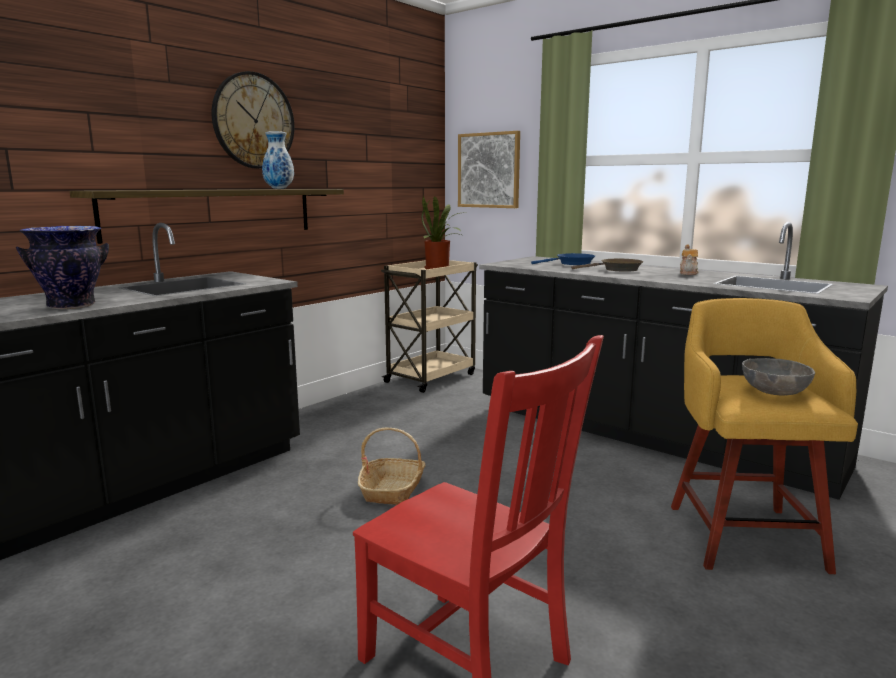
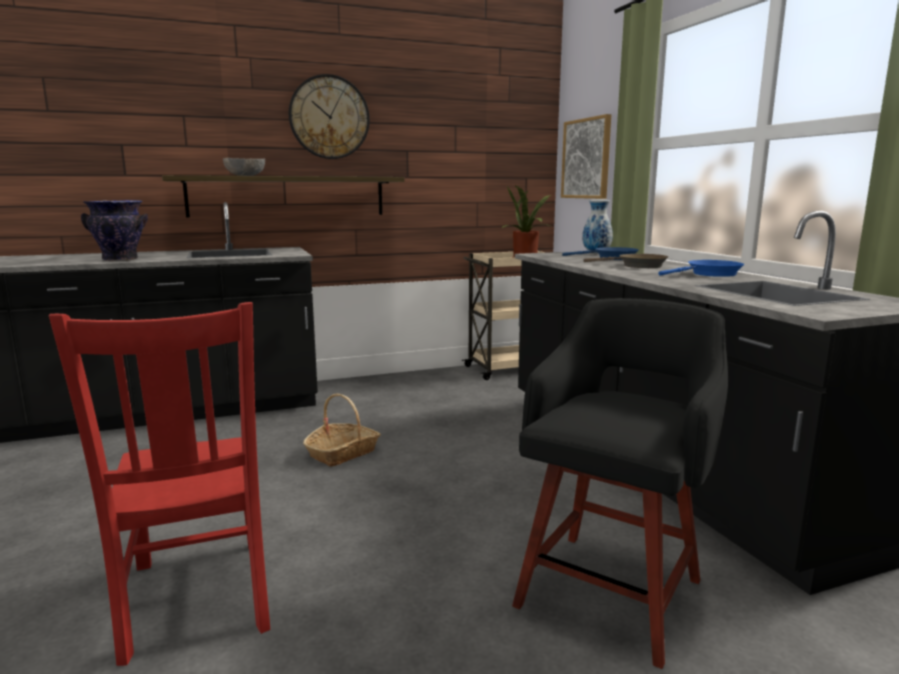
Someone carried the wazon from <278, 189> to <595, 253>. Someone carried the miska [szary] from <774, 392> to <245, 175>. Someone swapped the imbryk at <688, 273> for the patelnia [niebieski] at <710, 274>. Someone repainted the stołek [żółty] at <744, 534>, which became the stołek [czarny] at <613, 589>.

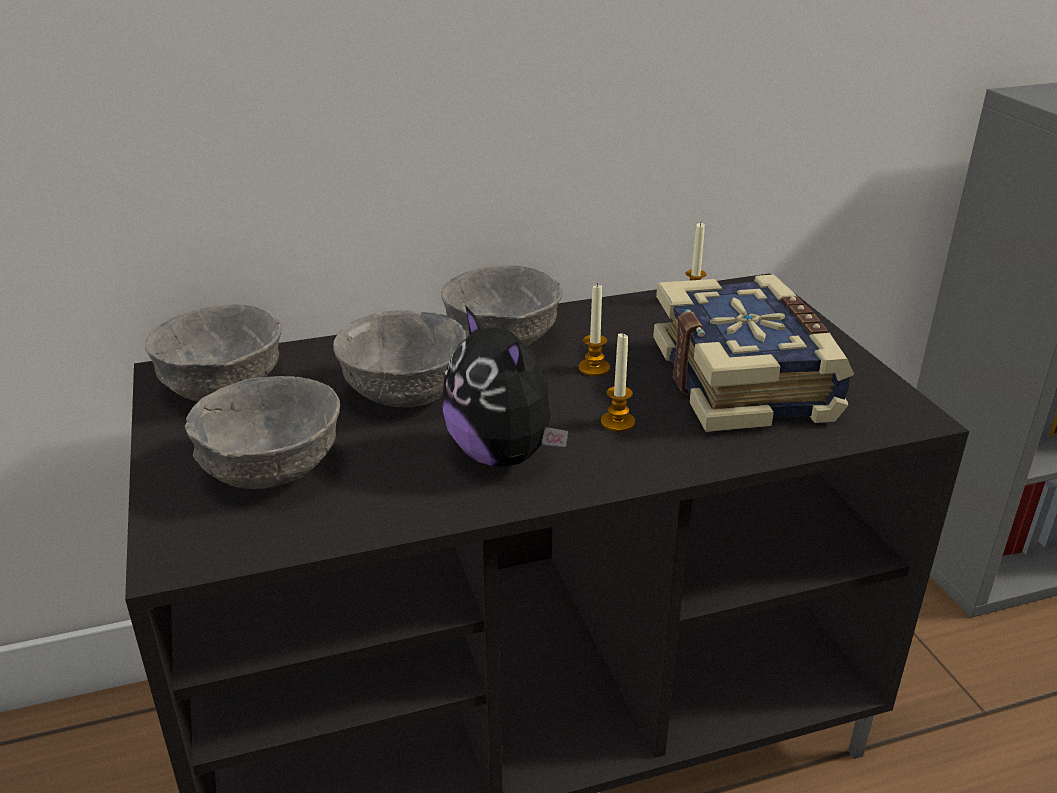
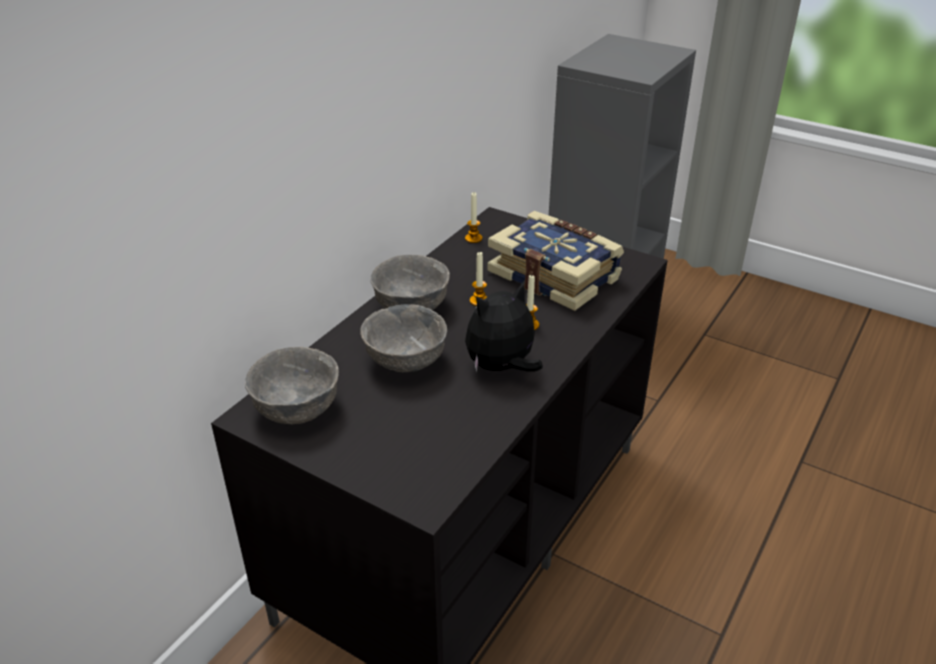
Someone took away the miska [szary] at <271, 471>. Someone rotated the pluszak at <504, 455> by 135 degrees clockwise.

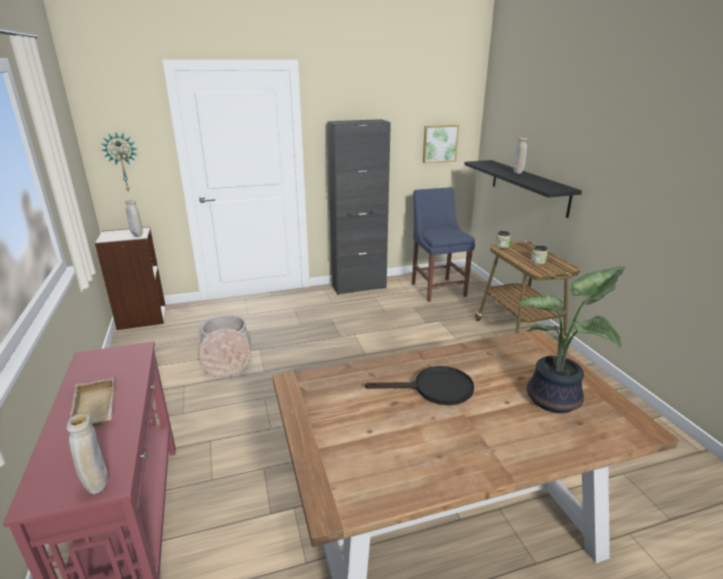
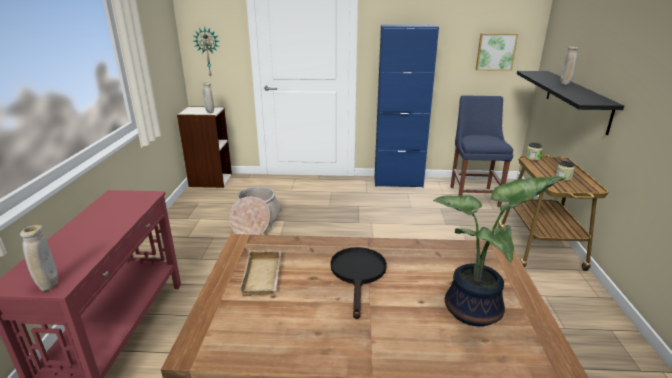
Someone carried the taca [beżowy] from <96, 409> to <264, 277>. Someone repainted the szafka [czarny] at <359, 287>, which became the szafka [niebieski] at <398, 182>. Someone rotated the patelnia [czarny] at <434, 389> by 105 degrees counterclockwise.

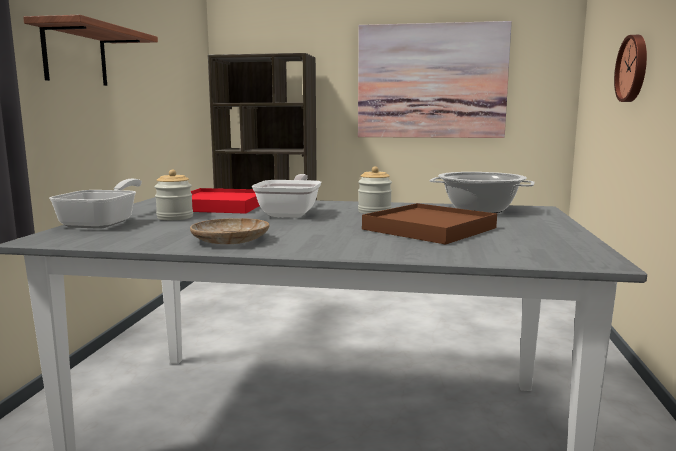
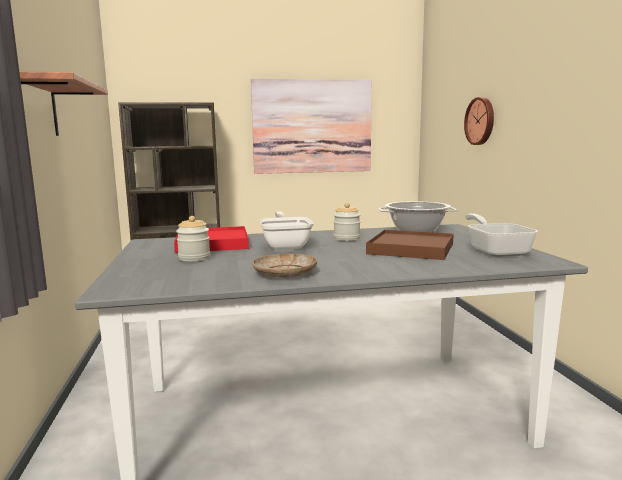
Someone carried the patelnia from <104, 222> to <496, 251>.

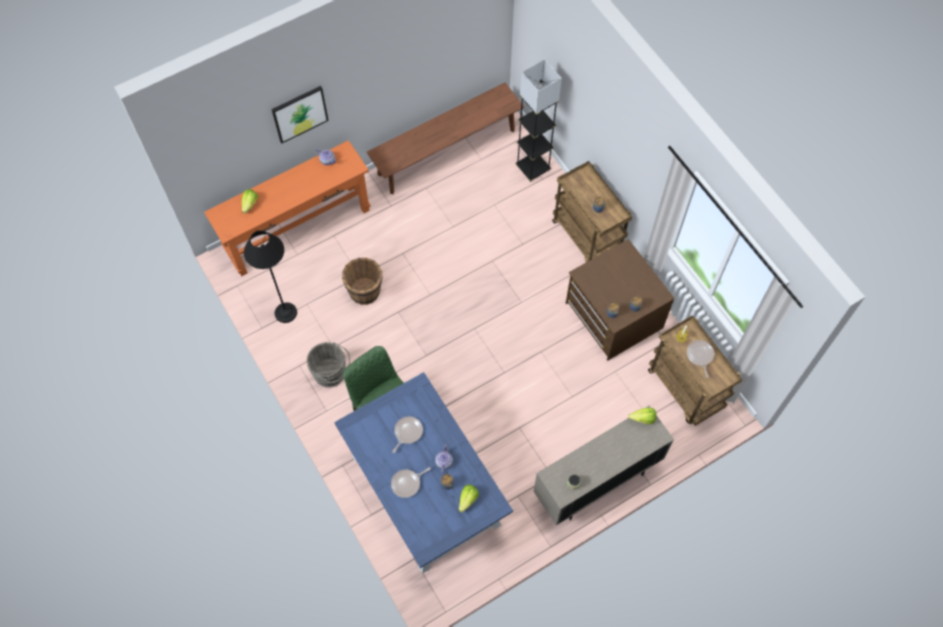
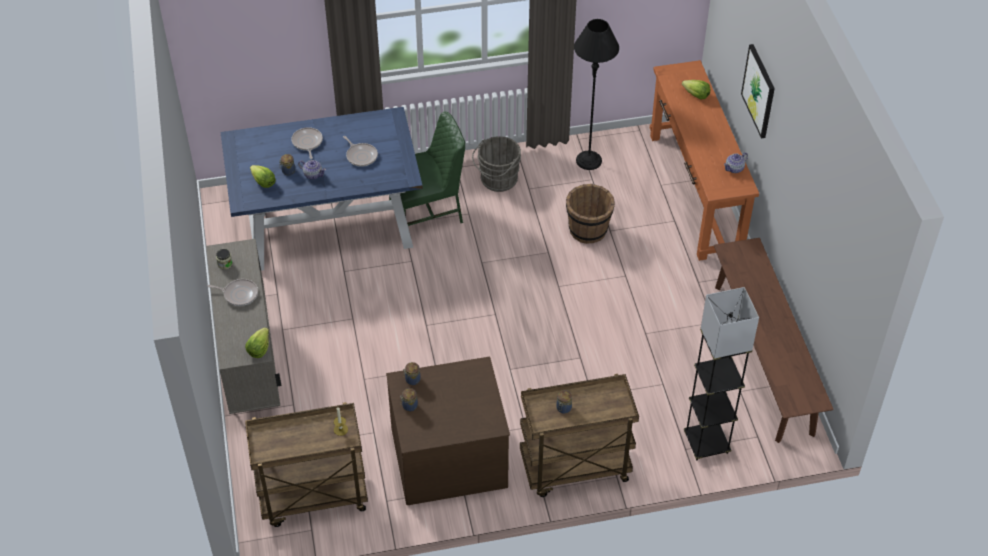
Someone carried the patelnia from <700, 356> to <239, 294>.

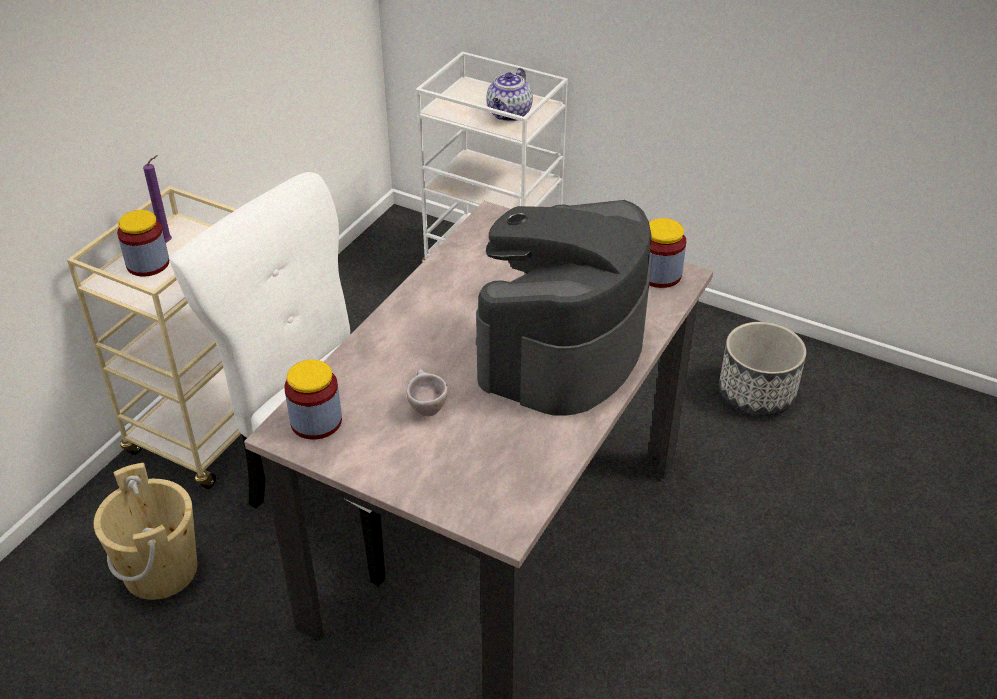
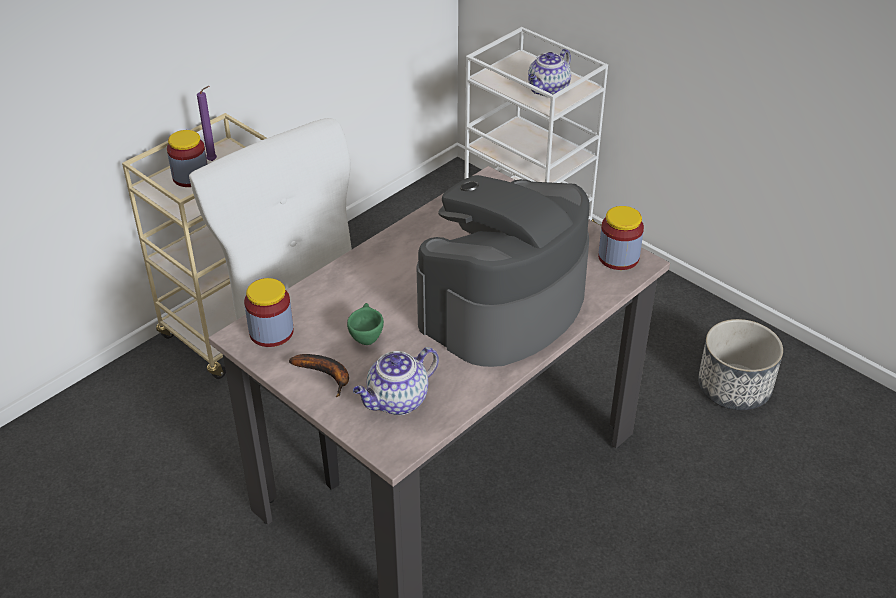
Someone took away the wiadro [beżowy] at <160, 570>. Someone put down the banan at <326, 375>. Someone put down the imbryk at <397, 401>. Someone repainted the filiżanka [beżowy] at <425, 407>, which became the filiżanka [zielony] at <366, 337>.

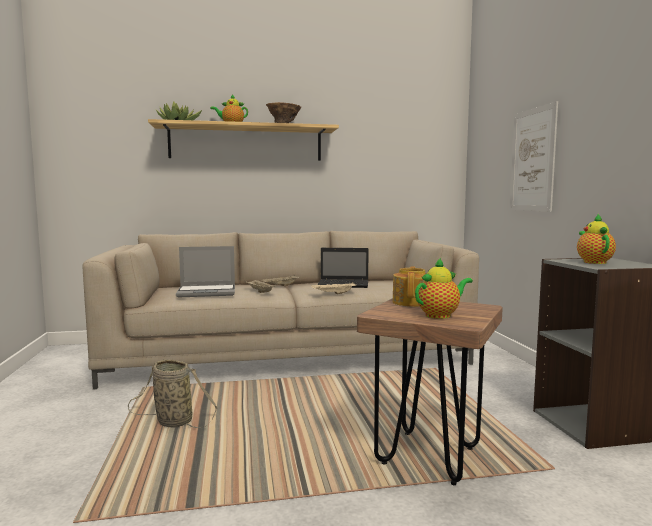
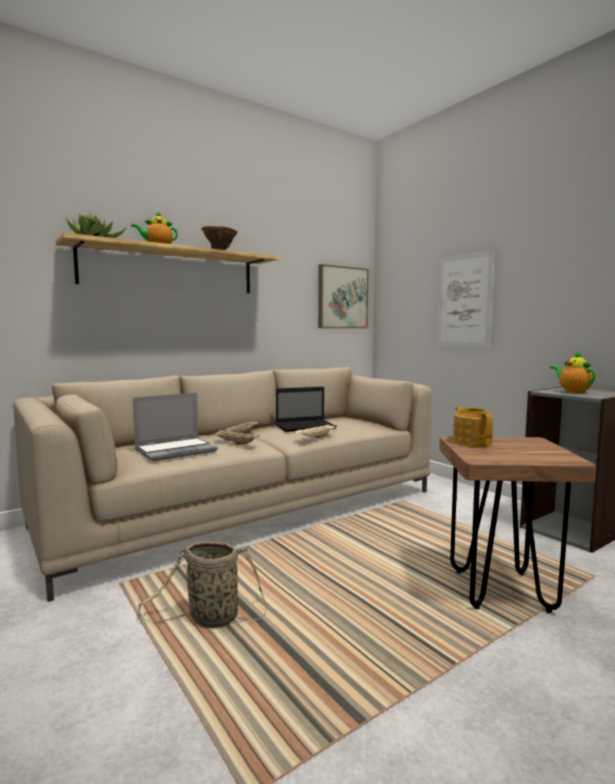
Someone took away the imbryk at <440, 315>. Someone put up the obraz at <342, 297>.

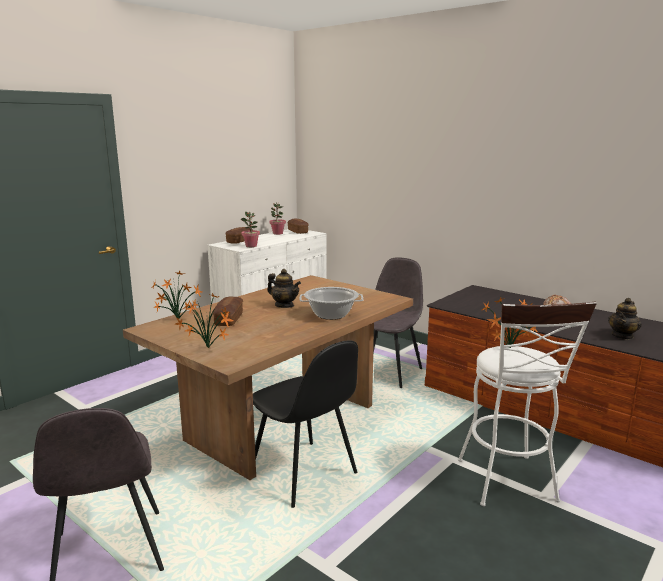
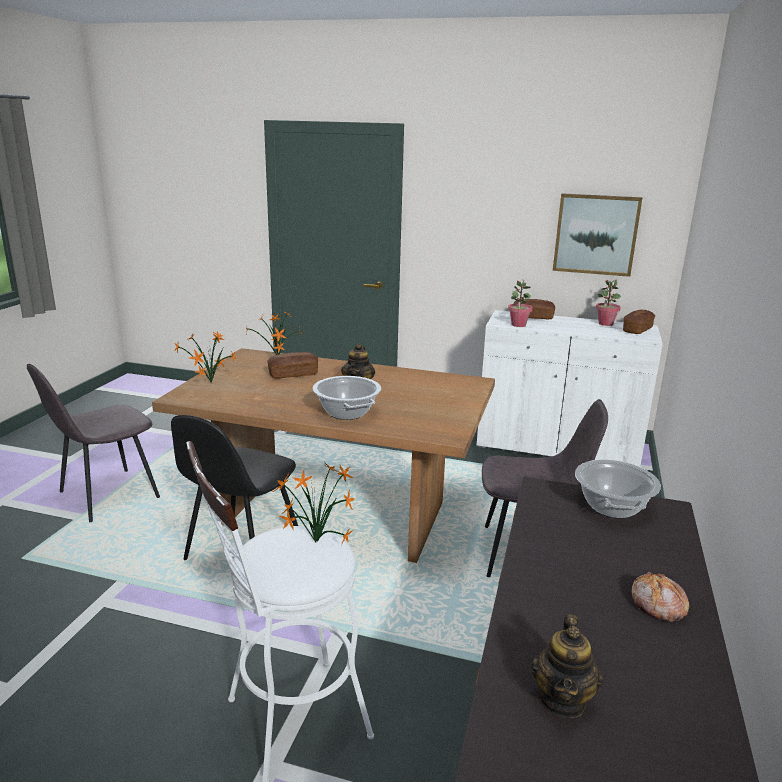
Someone put up the obraz at <596, 234>. Someone put down the garnek at <612, 507>. Someone rotated the imbryk at <622, 336> by 90 degrees counterclockwise.

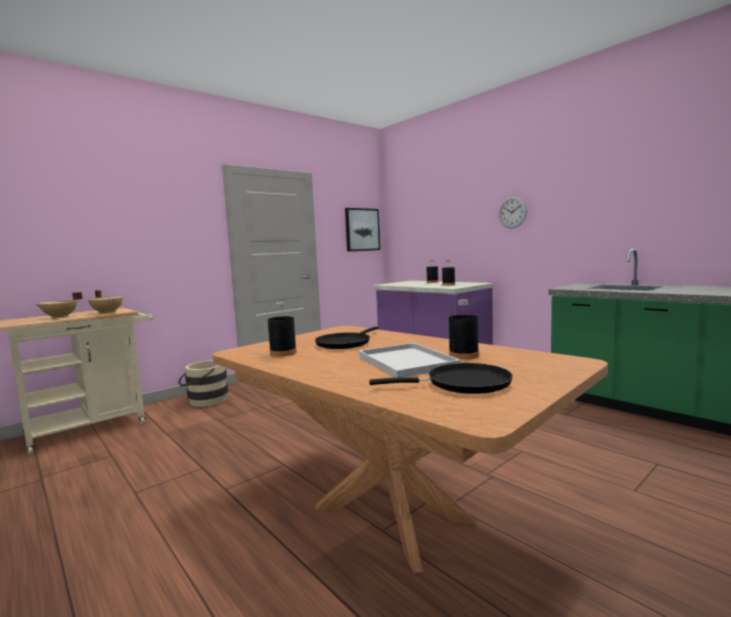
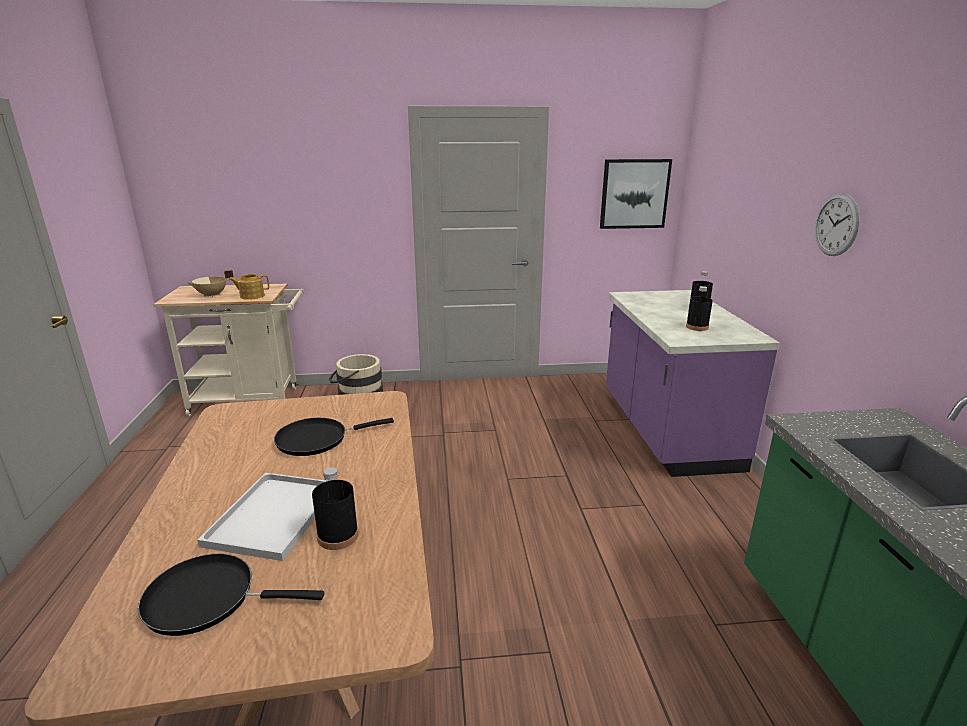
Someone took away the butelka [czarny] at <283, 353>. Someone swapped the garnek [beżowy] at <108, 313> for the imbryk at <251, 296>. Someone rotated the patelnia [czarny] at <462, 384> by 150 degrees clockwise.

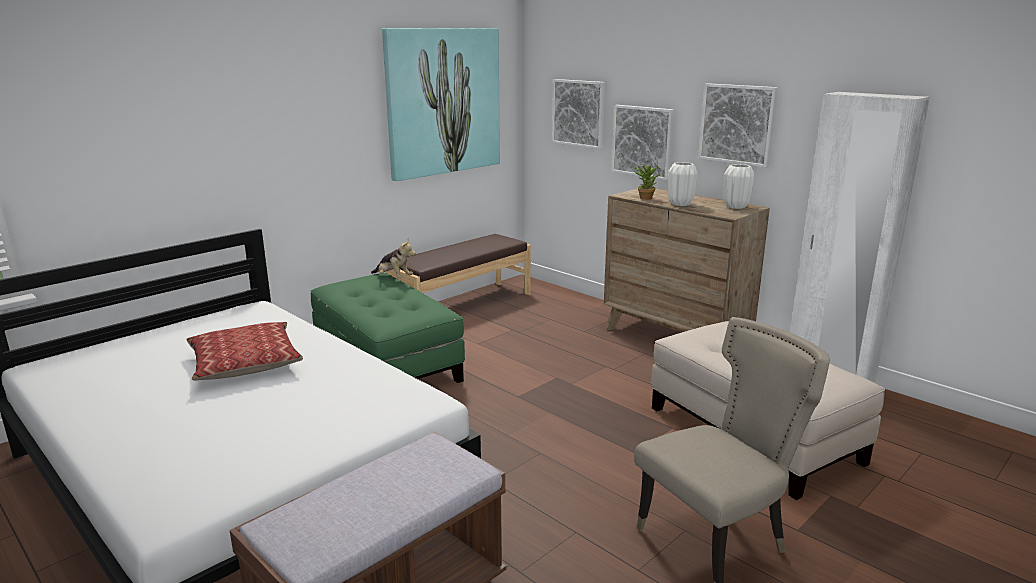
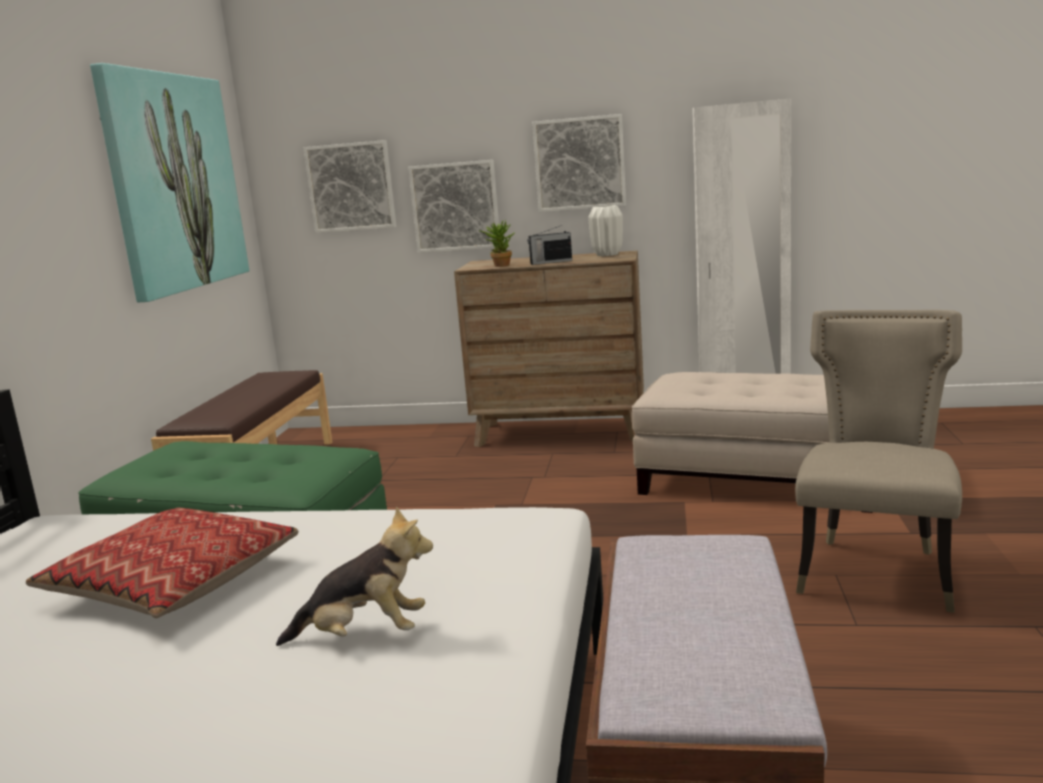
Someone carried the pluszak from <393, 278> to <364, 635>. Someone swapped the wazon [biały] at <680, 204> for the radio at <550, 262>.

